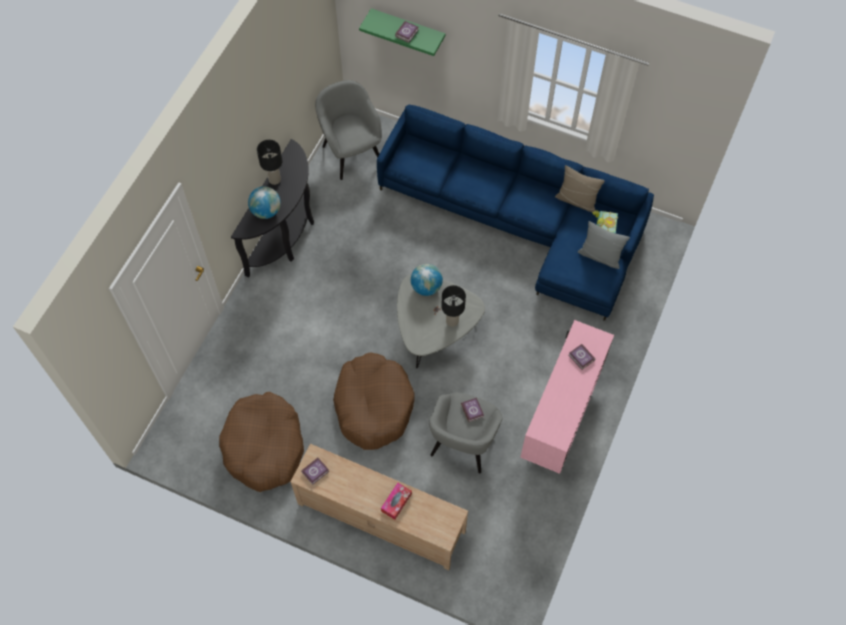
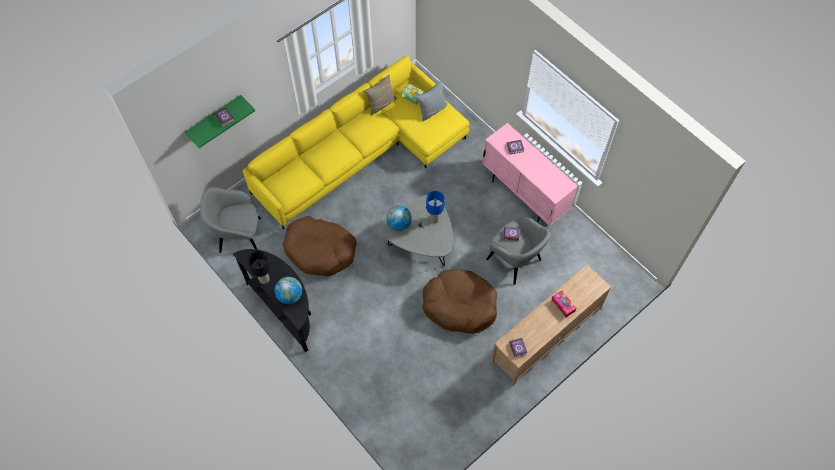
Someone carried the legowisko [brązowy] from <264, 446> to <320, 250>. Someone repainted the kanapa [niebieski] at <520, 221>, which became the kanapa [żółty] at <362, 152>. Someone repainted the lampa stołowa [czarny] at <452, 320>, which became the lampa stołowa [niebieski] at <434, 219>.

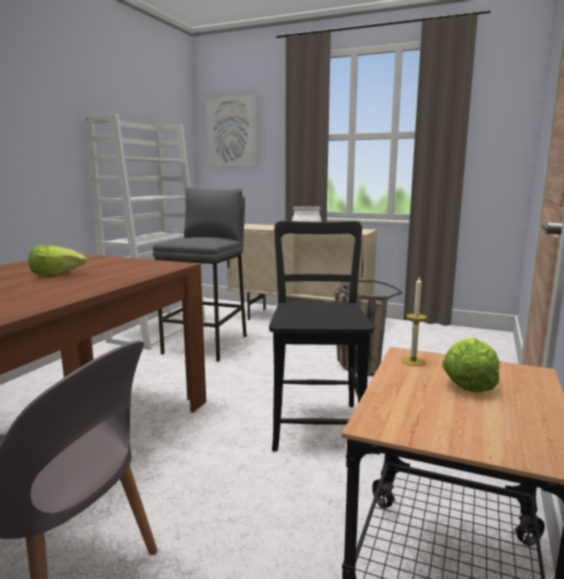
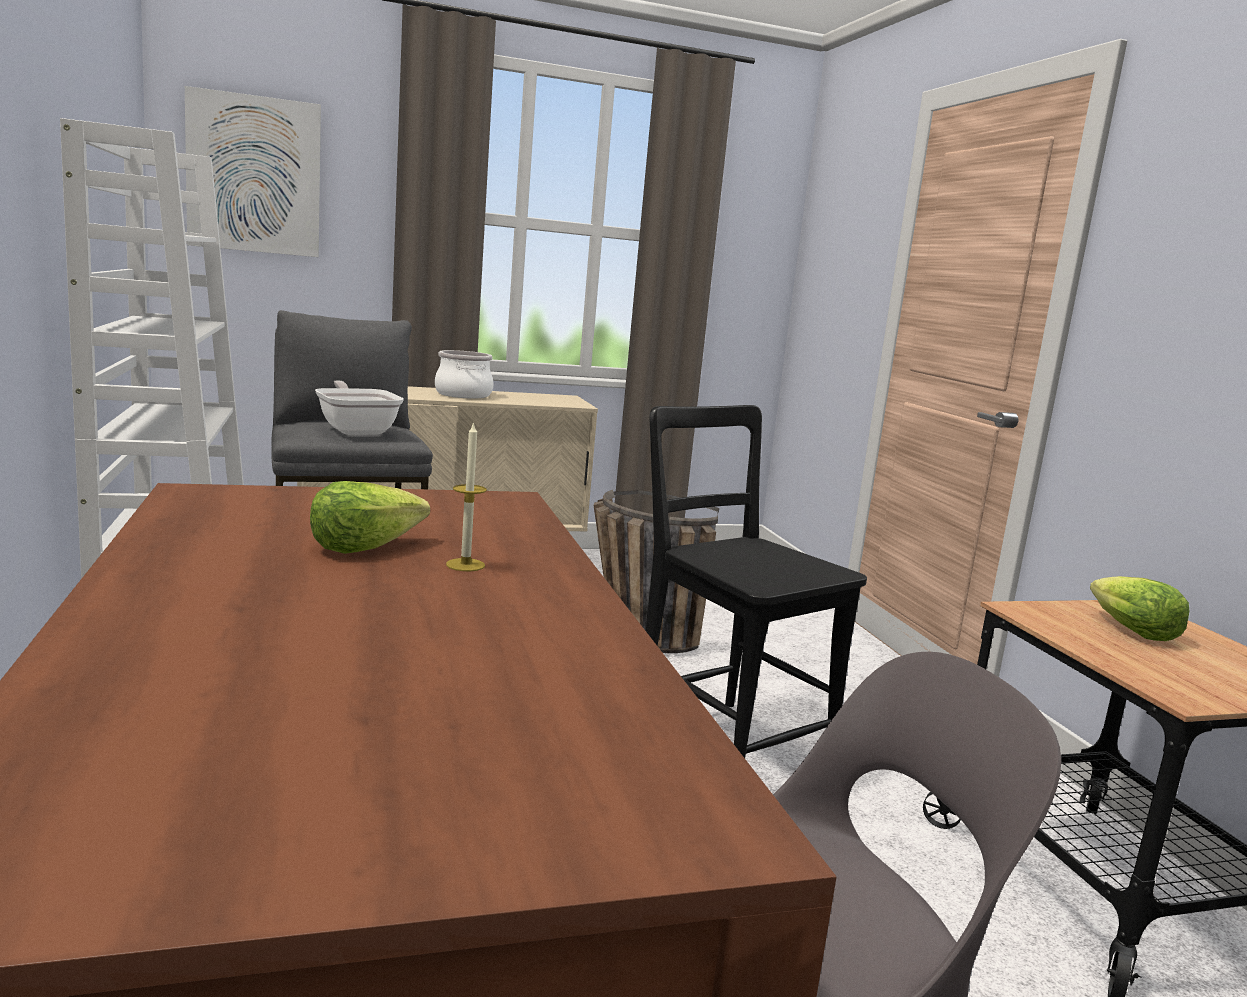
Someone put down the patelnia at <356, 430>. Someone carried the świeca from <413, 361> to <465, 565>.

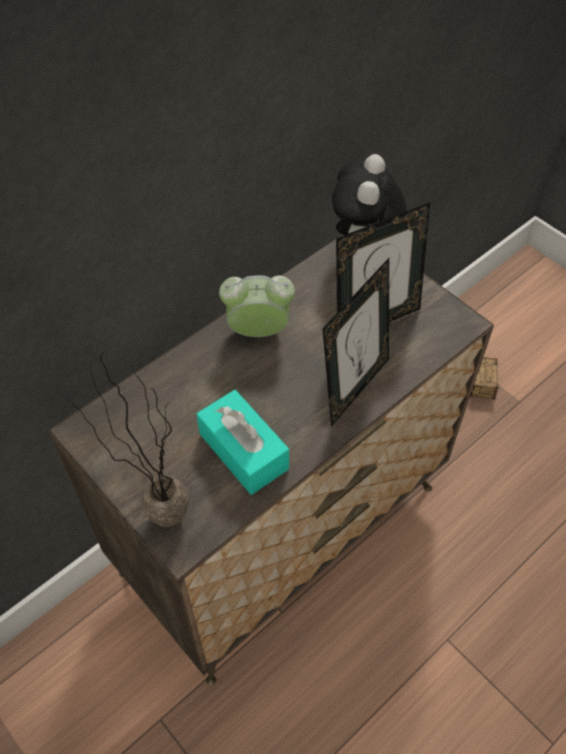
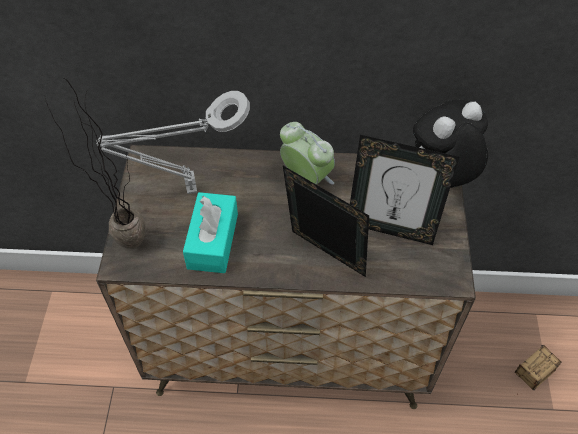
Someone put down the lampa stołowa [szary] at <187, 190>. Someone rotated the ramka na zdjęcie at <353, 387> by 135 degrees counterclockwise.

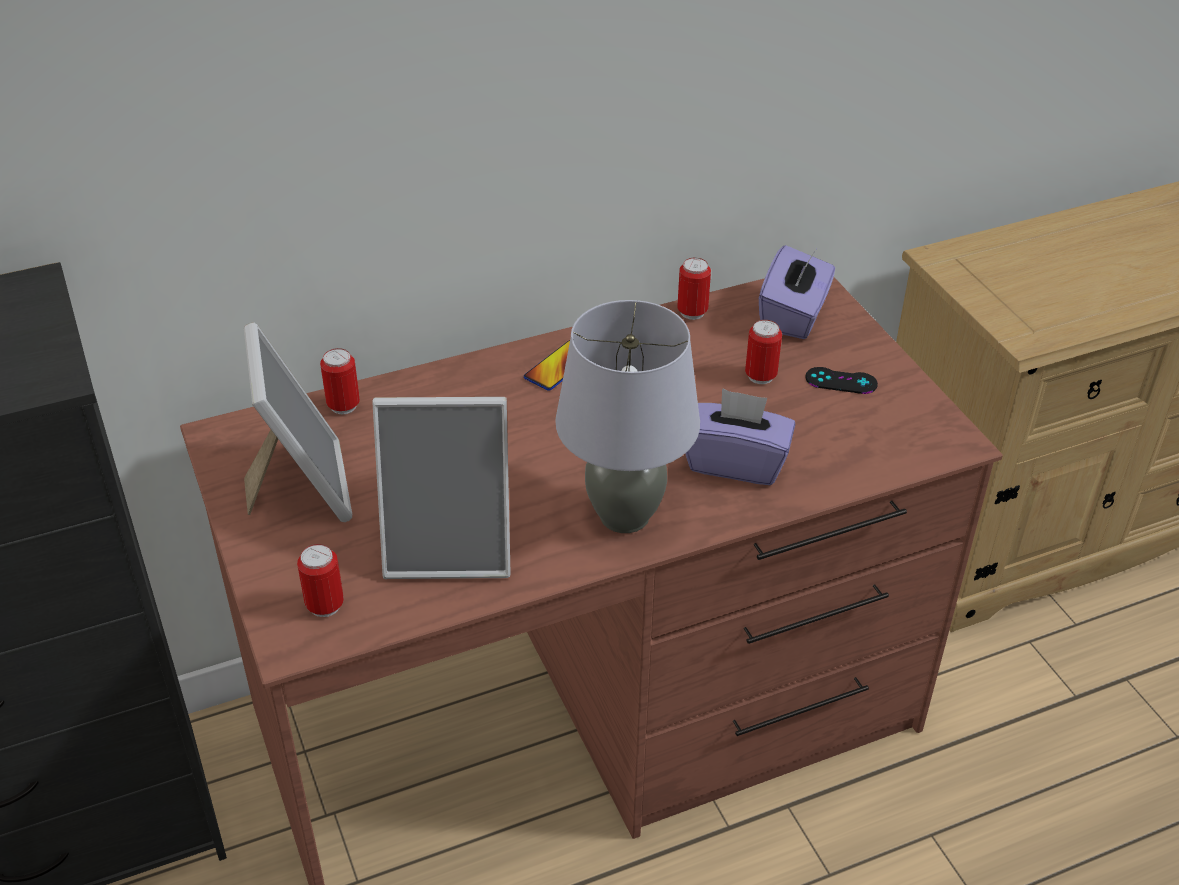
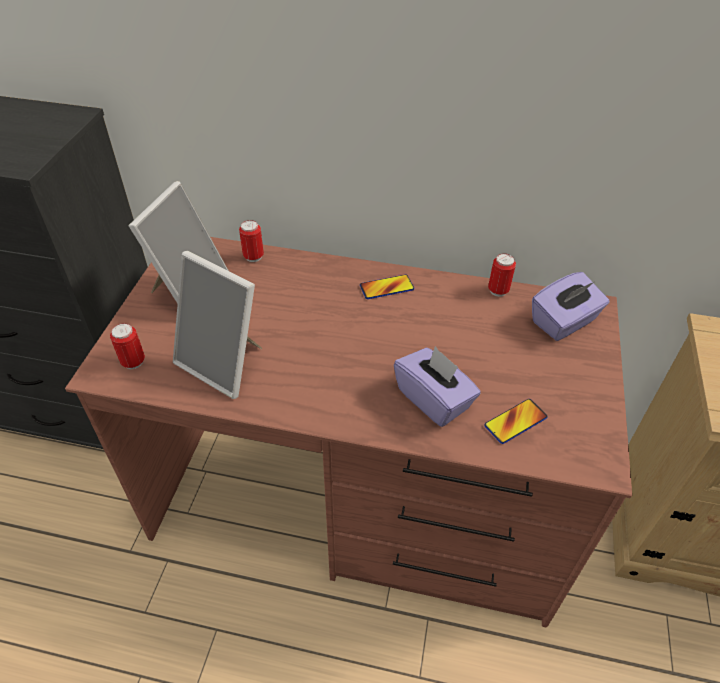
Someone took away the lampa stołowa [szary] at <625, 516>. Someone took away the puszka at <760, 376>. Someone took away the pad do gier [czarny] at <841, 381>. Someone put down the telefon at <515, 421>.

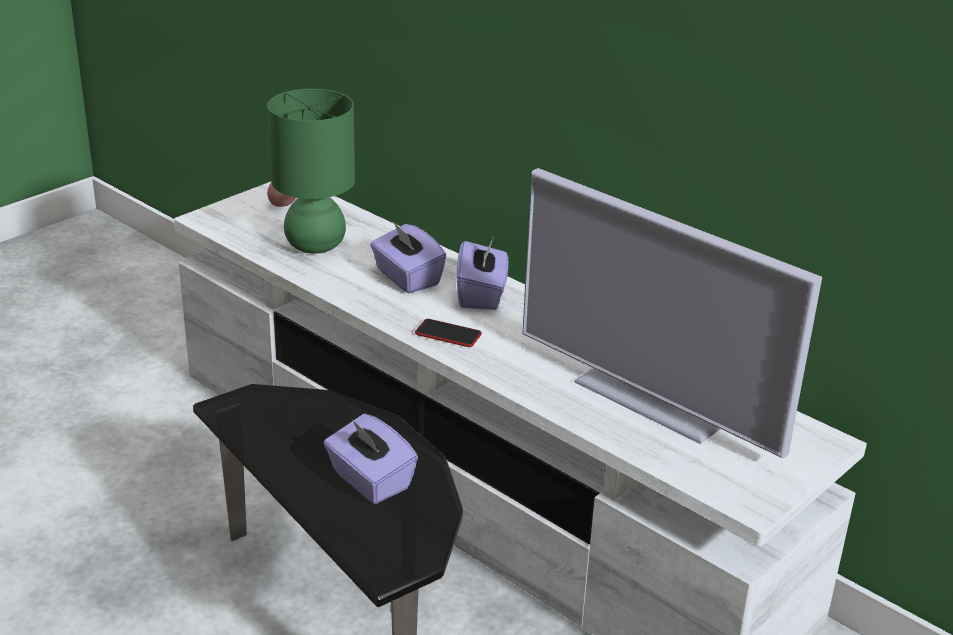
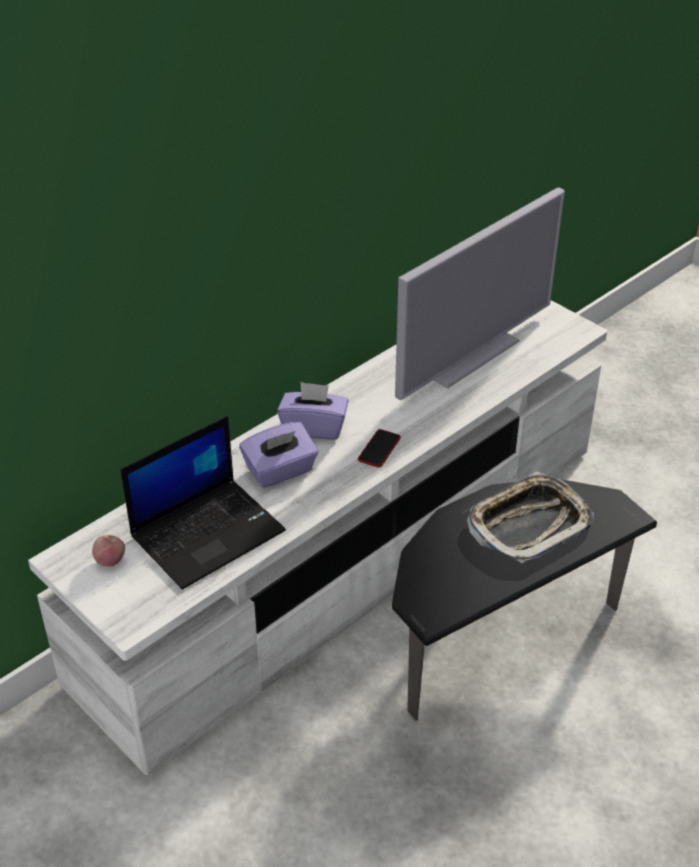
Someone swapped the lampa stołowa [zielony] at <316, 245> for the laptop at <208, 532>. Someone swapped the pudełko chusteczek [fioletowy] at <370, 480> for the taca at <529, 524>.

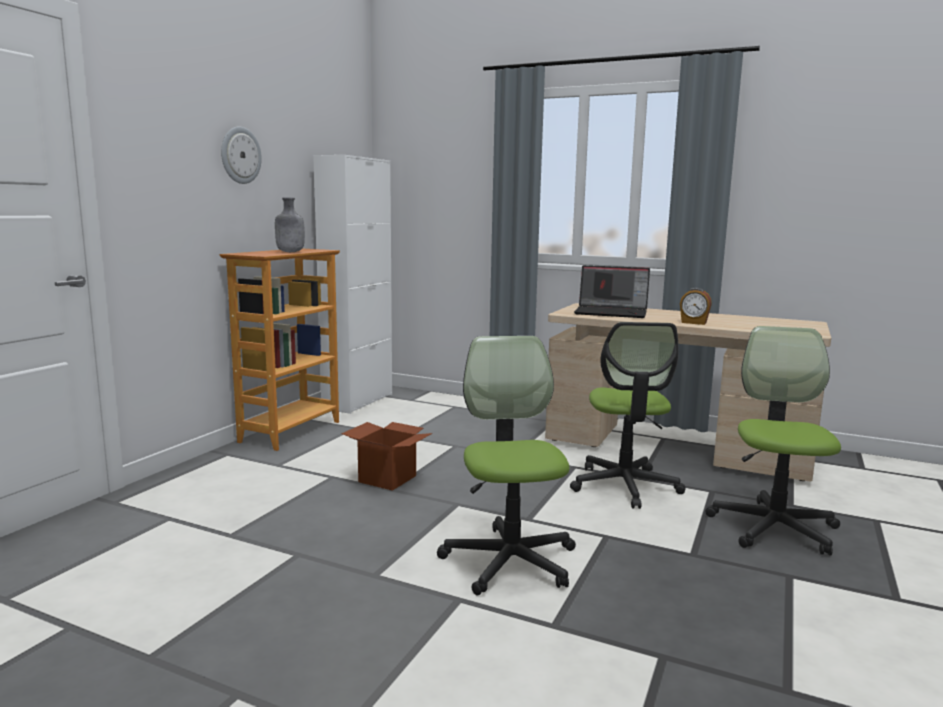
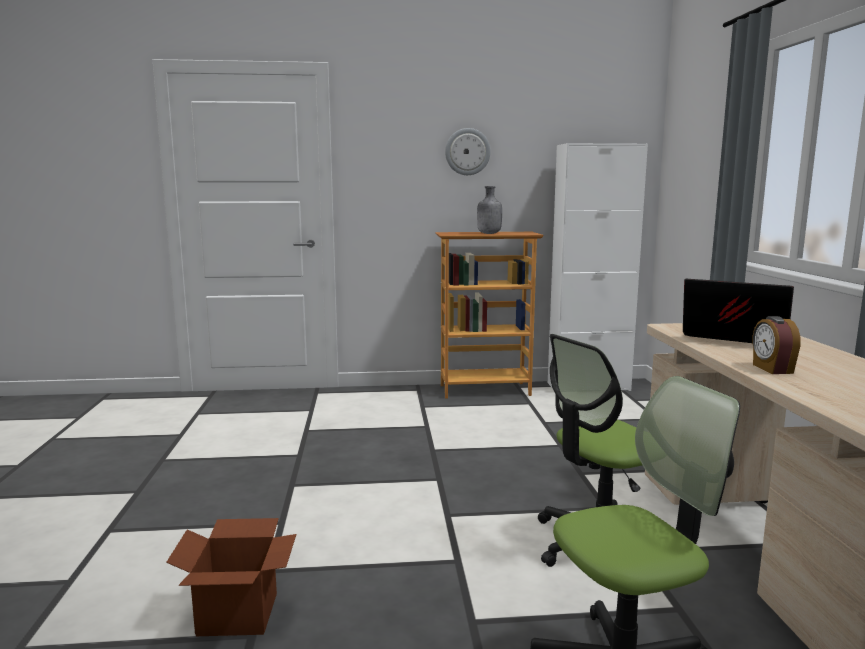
Someone took away the krzesło biurowe at <510, 561>. Someone carried the karton from <387, 479> to <237, 615>. Someone rotated the laptop at <612, 312> by 135 degrees clockwise.

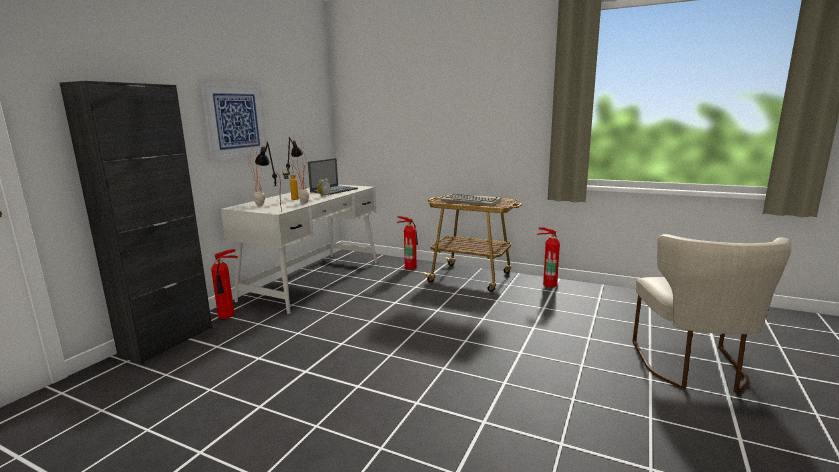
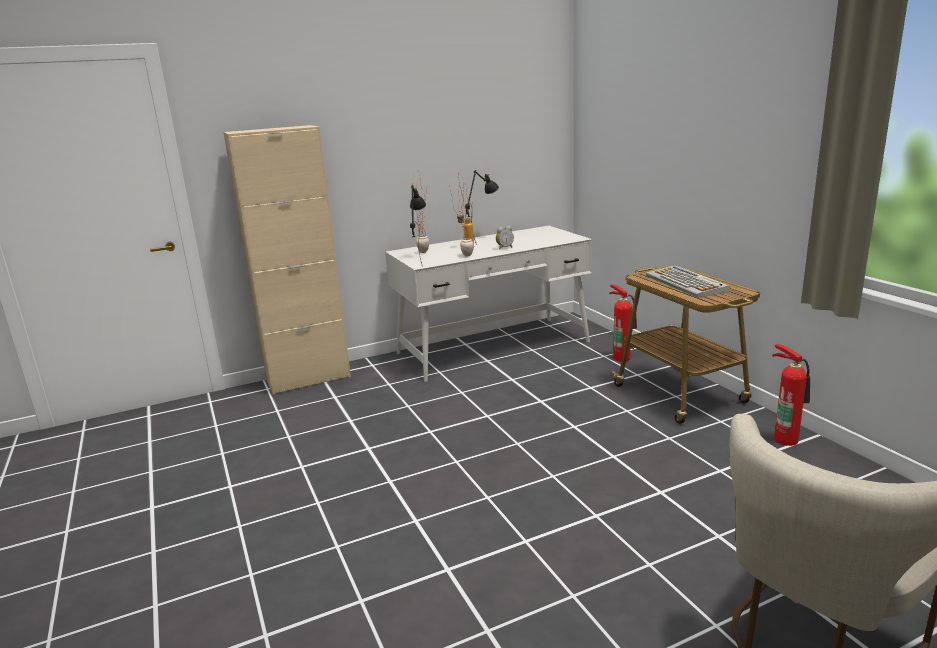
Someone took away the obraz at <235, 120>. Someone took away the gaśnica at <227, 316>. Someone took away the laptop at <334, 190>. Someone repainted the szafka [czarny] at <167, 341>, which became the szafka [beżowy] at <308, 379>.

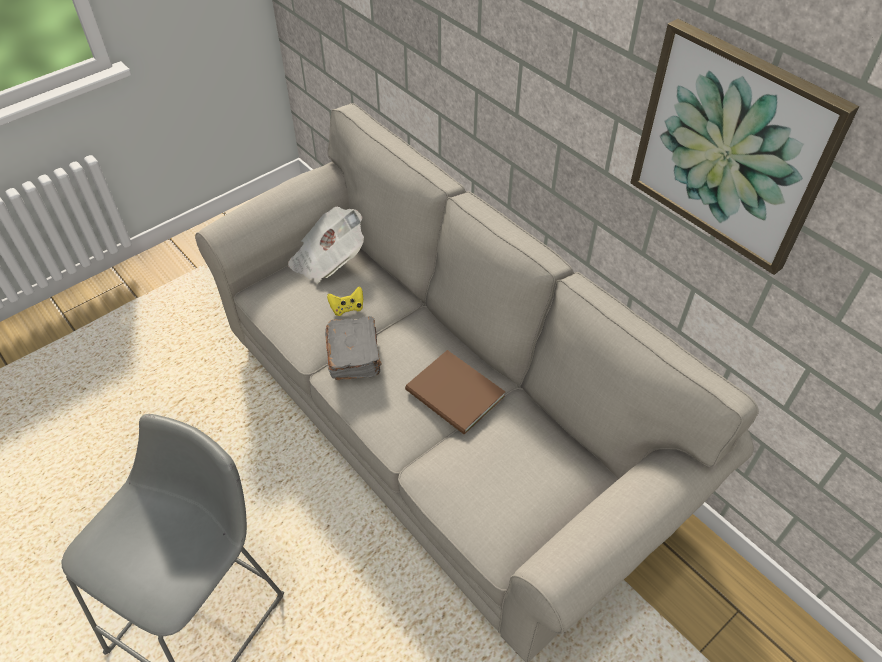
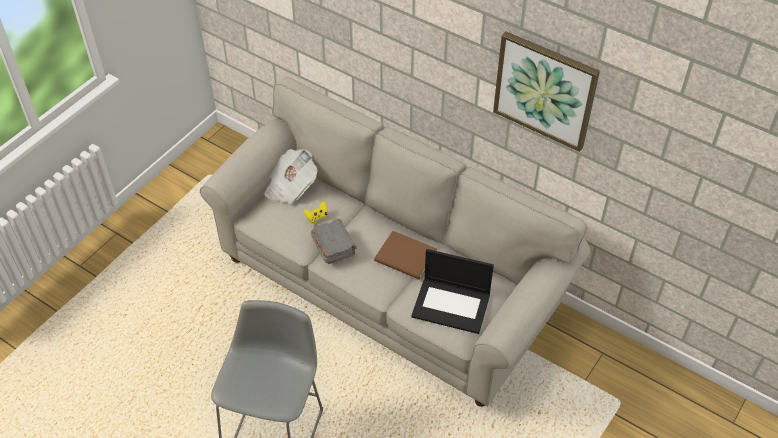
Someone put down the laptop at <452, 305>.

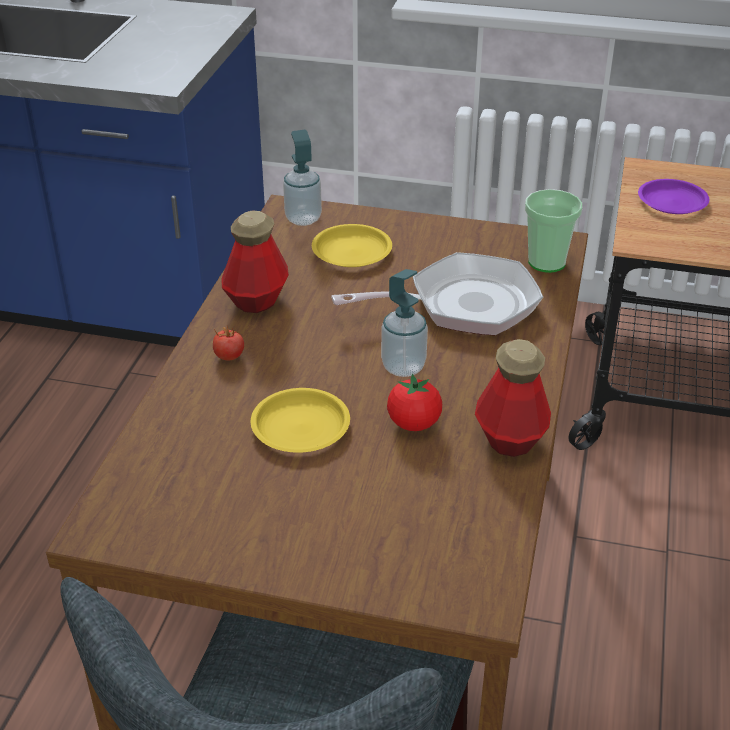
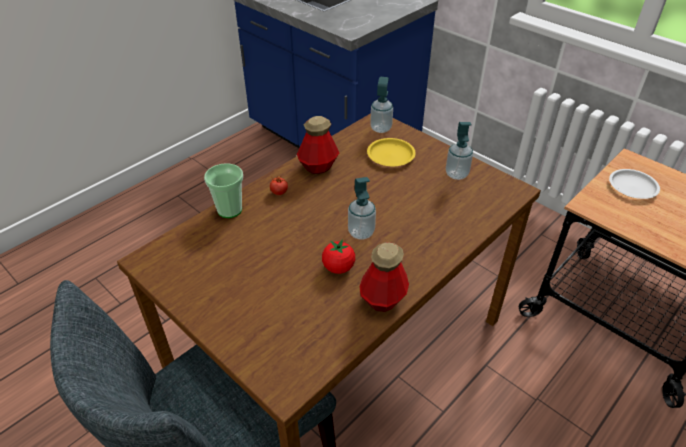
Someone took away the talerz [żółty] at <301, 426>. Someone took away the patelnia at <463, 305>. Someone put down the dozownik mydła at <456, 174>. Someone carried the filiżanka from <546, 262> to <229, 210>. Someone repainted the talerz [fioletowy] at <672, 202>, which became the talerz [biały] at <633, 187>.

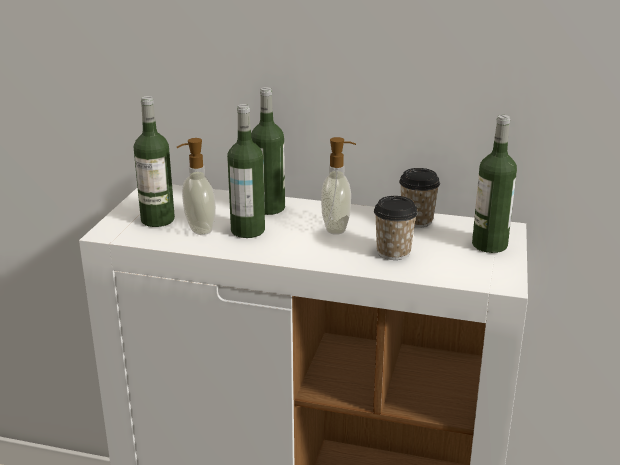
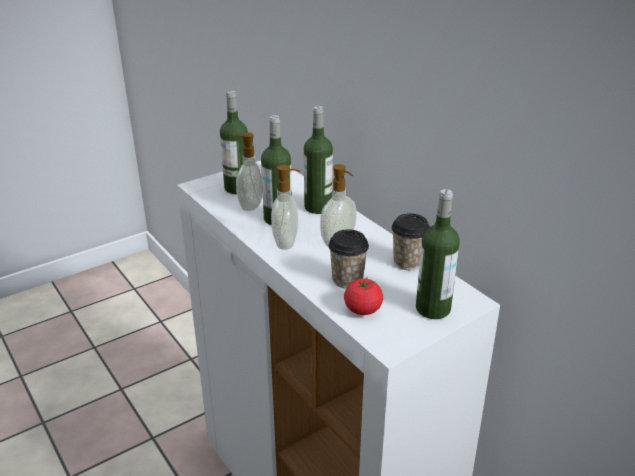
Someone put down the dozownik mydła at <286, 242>. Someone put down the pomidor at <363, 309>.

